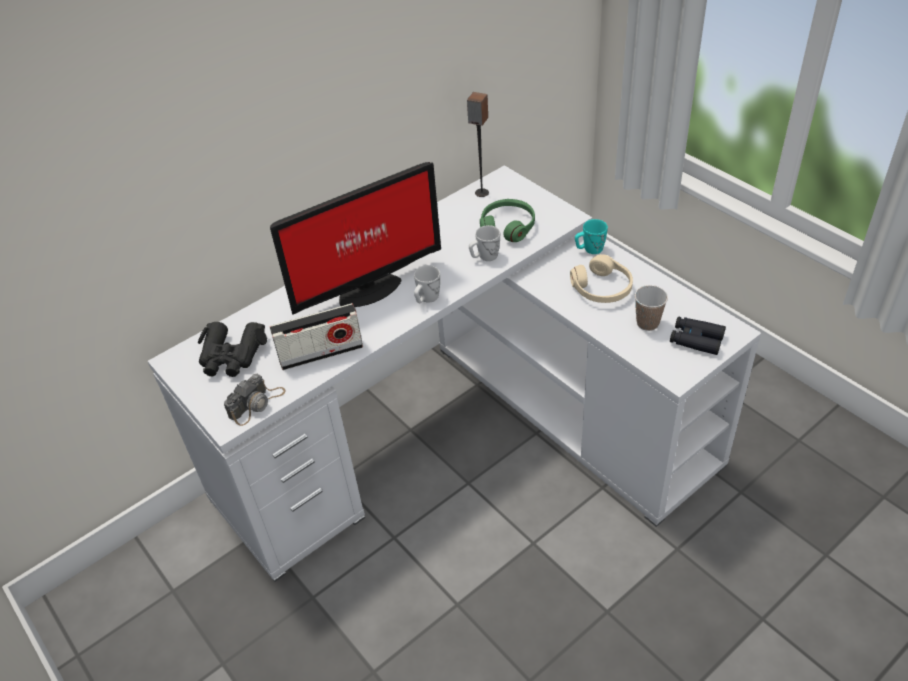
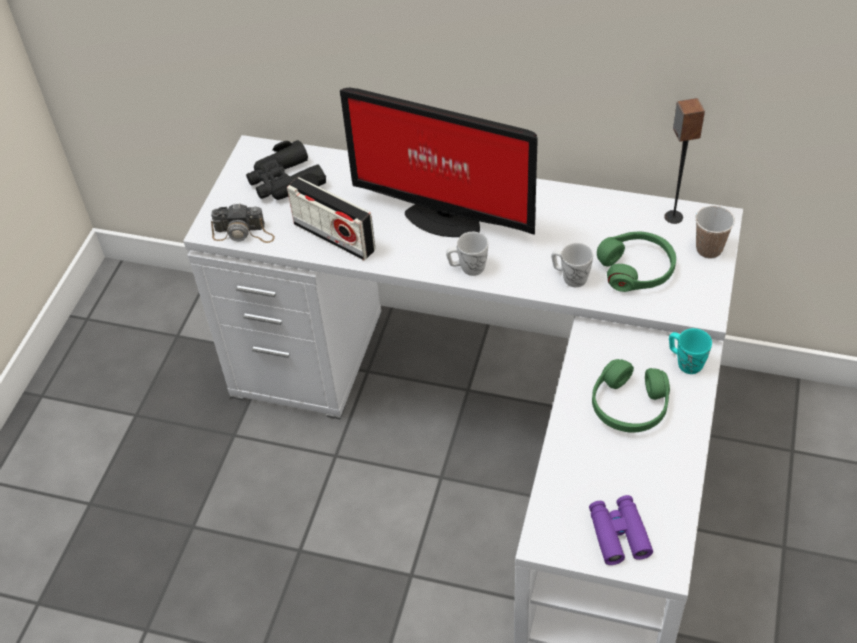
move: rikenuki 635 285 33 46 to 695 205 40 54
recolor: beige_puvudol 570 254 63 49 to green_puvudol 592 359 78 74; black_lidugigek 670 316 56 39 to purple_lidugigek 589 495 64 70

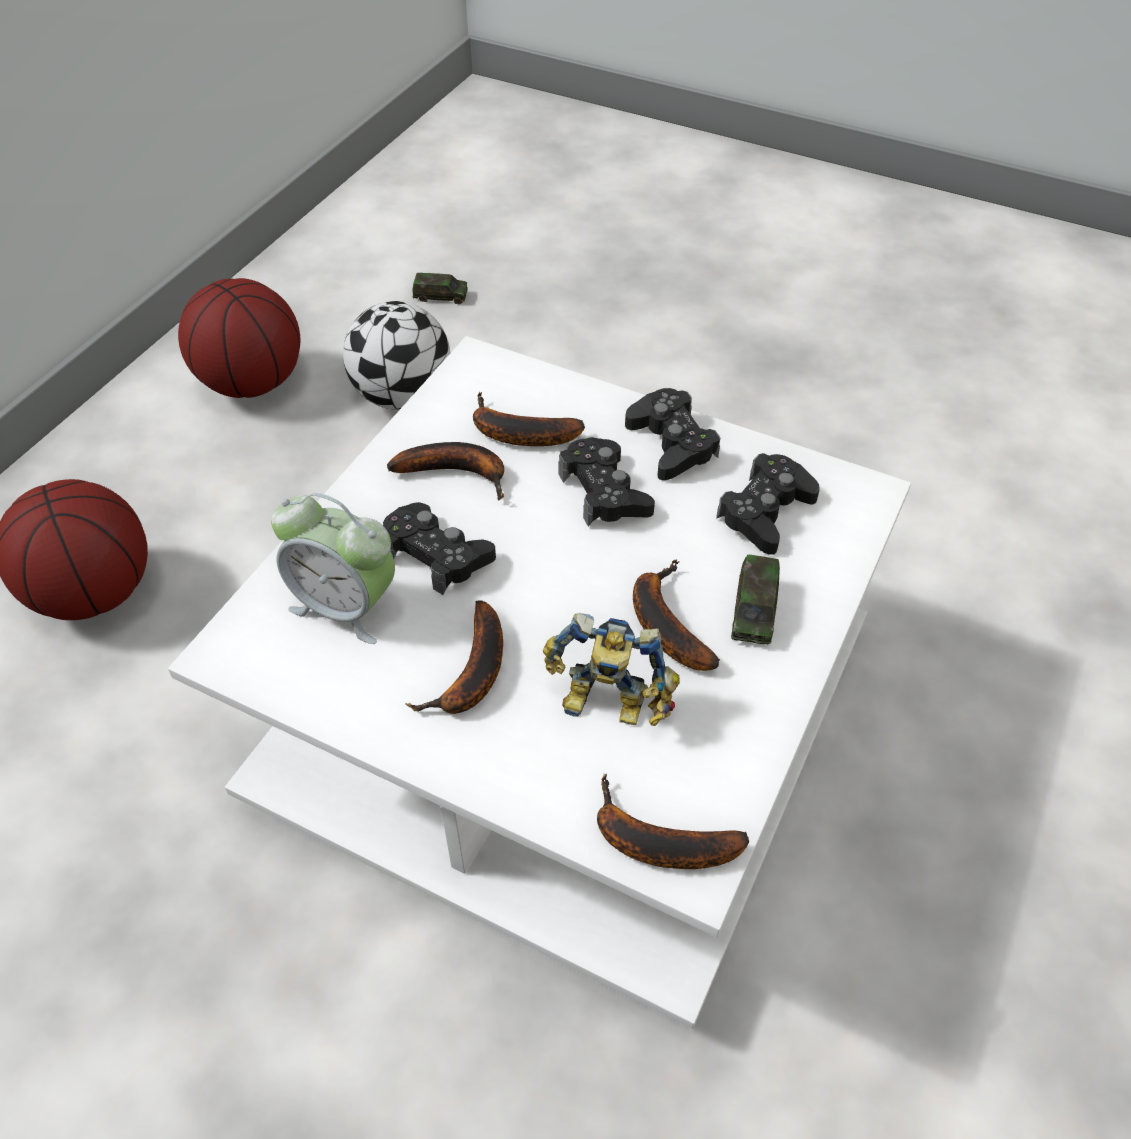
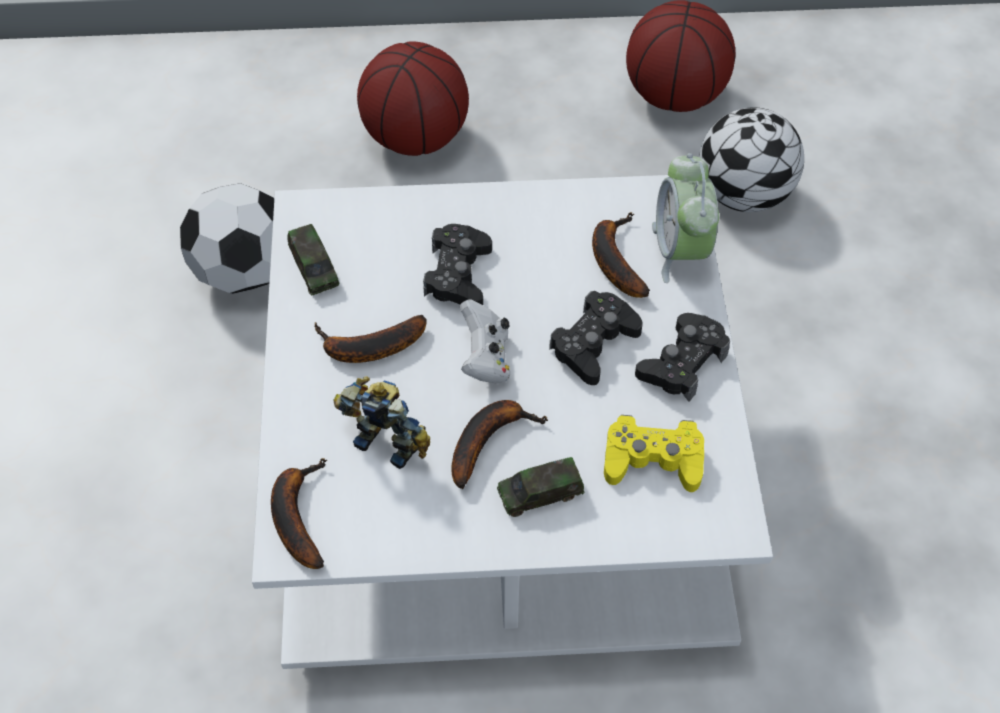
delete: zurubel 387 442 117 58
insert: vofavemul 180 183 94 111; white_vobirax 460 299 50 84
move: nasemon 271 493 124 151 to 652 153 67 130; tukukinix 412 273 56 31 to 287 224 53 71
recolor: black_vobirax 716 453 104 102 to yellow_vobirax 604 415 100 77
rotate: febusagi 543 613 137 113 = 333 376 97 93 135 degrees clockwise

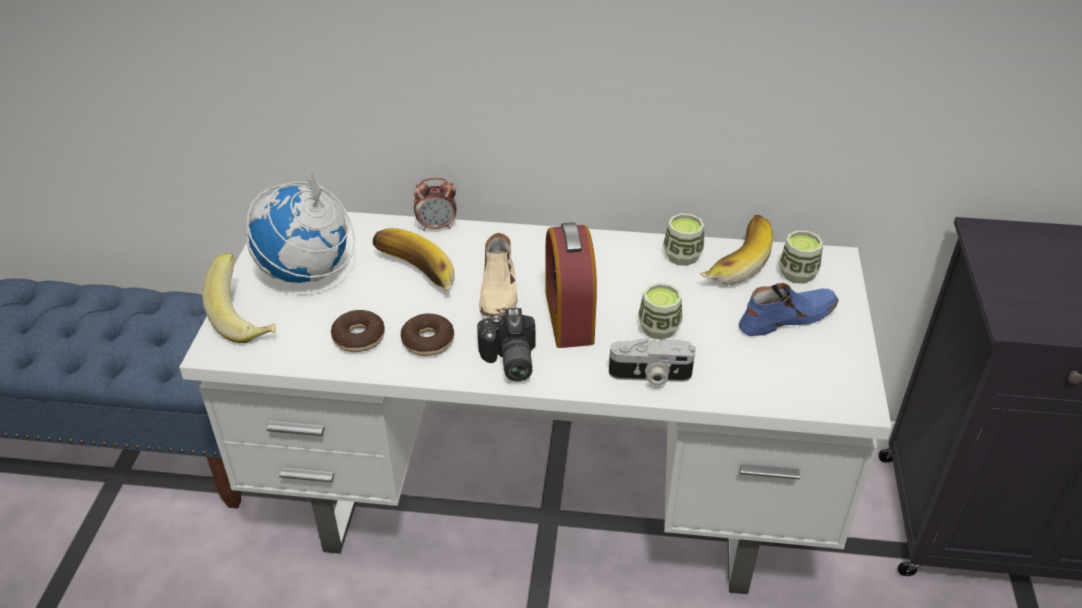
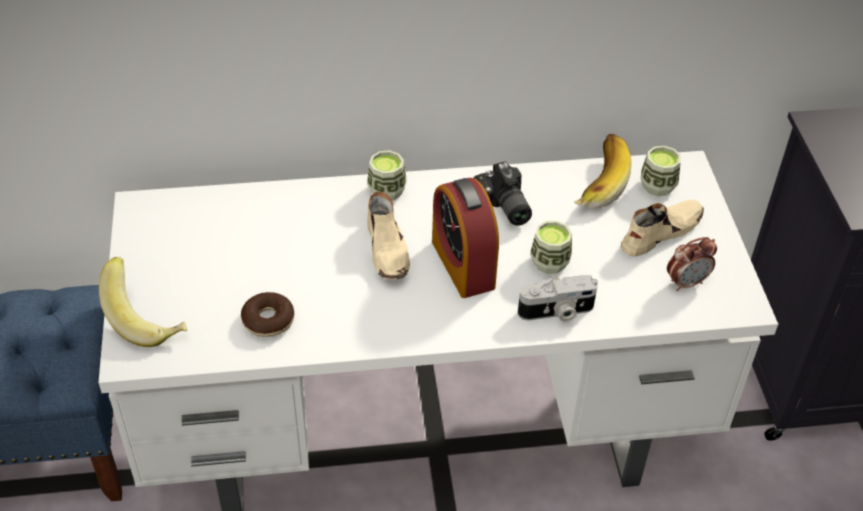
delete: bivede 246 169 109 114; zurubel 373 228 82 63; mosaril 401 314 53 42
move: nasemon 413 178 43 53 to 667 237 50 54; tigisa 477 308 59 74 to 474 161 58 65; rikenuki 663 213 41 53 to 367 150 40 51
recolor: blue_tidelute 739 283 100 53 to beige_tidelute 621 200 83 57

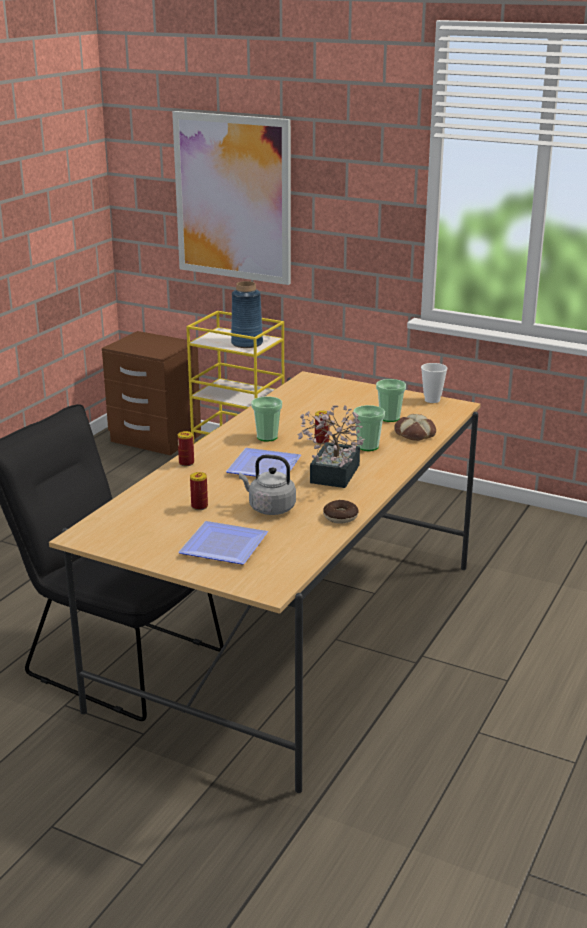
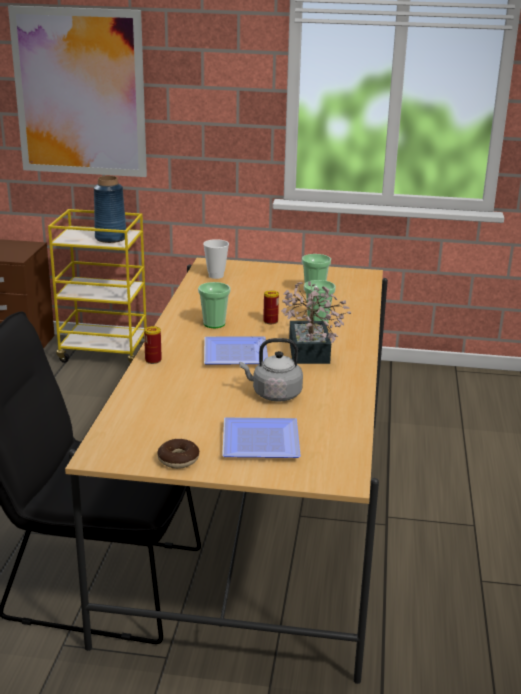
delete: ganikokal 190 472 18 38; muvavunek 394 414 42 27
move: mosaril 323 500 36 24 to 157 439 42 30; rikenuki 421 363 26 40 to 203 239 26 40

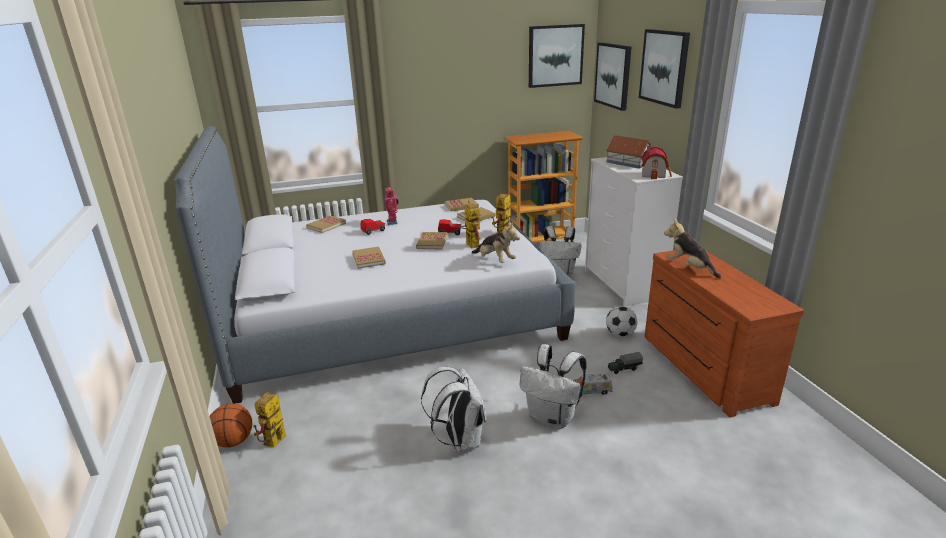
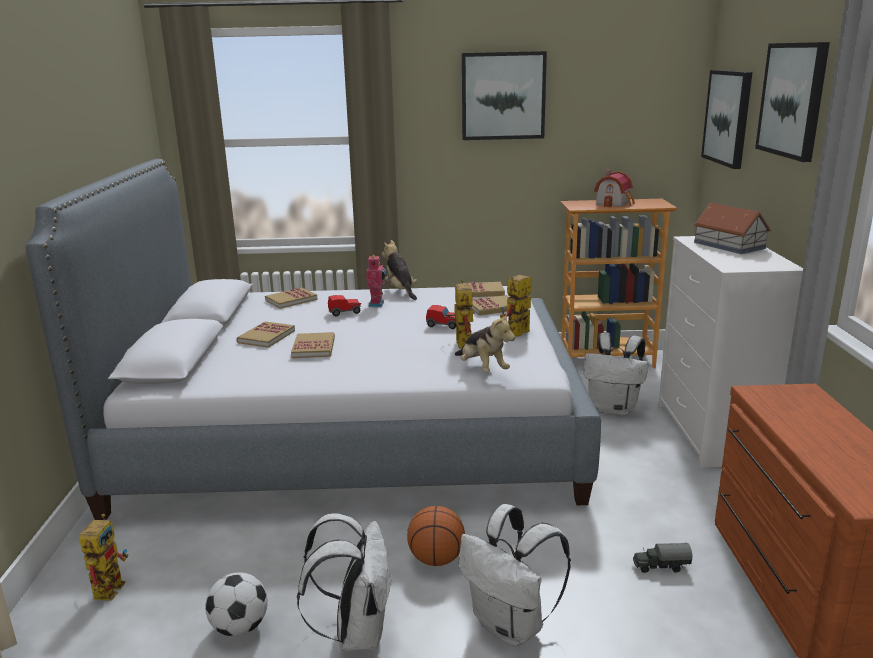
delete: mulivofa 572 373 41 24
move: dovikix 209 404 43 44 to 407 506 58 60; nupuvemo 416 232 32 18 to 237 322 58 26; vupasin 529 24 56 64 to 462 51 85 89; vofavemul 606 306 31 31 to 205 572 63 64; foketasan 641 146 31 33 to 594 170 41 37; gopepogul 664 219 58 59 to 382 240 35 60
rotate: febusagi 253 392 33 56 = 79 514 49 87 150 degrees clockwise

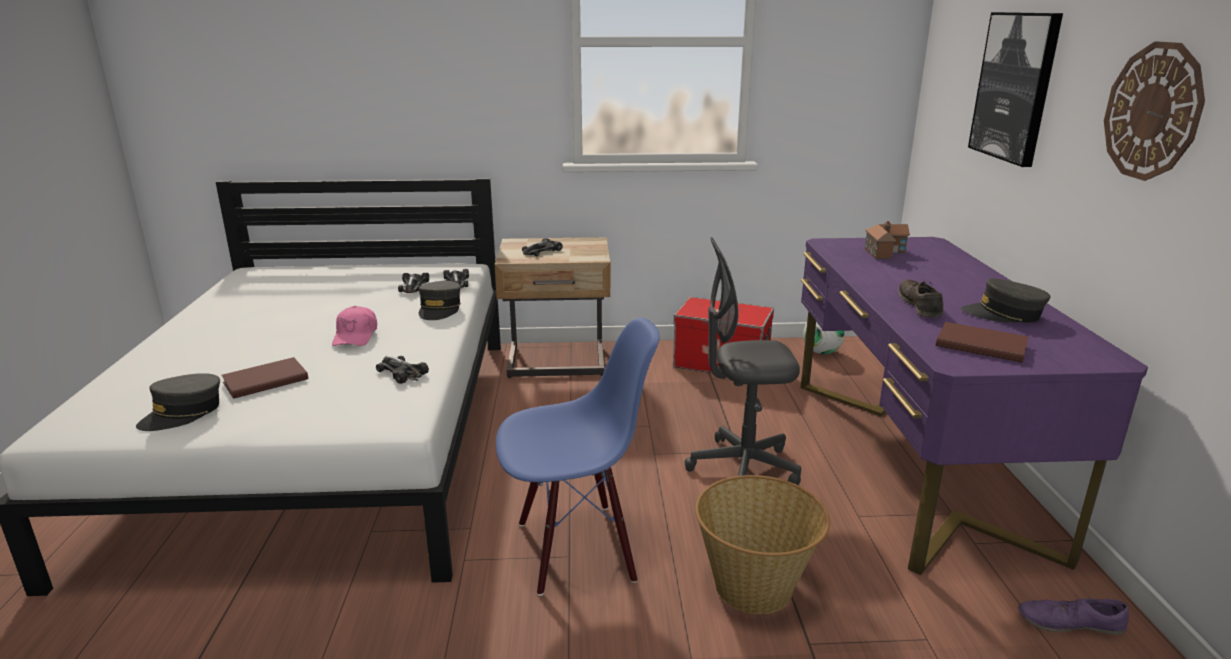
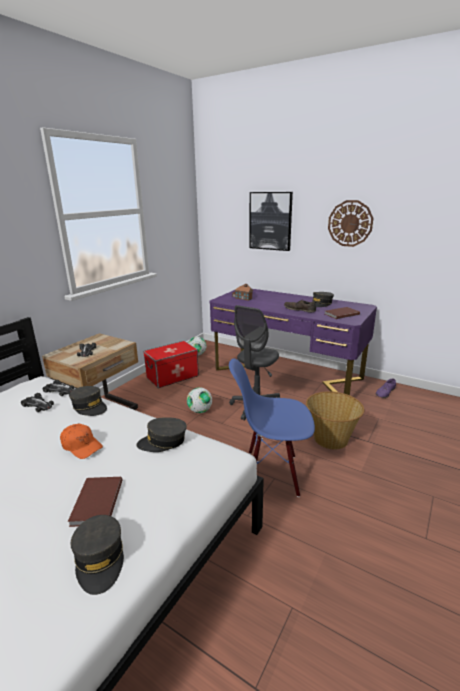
insert: vofavemul 187 387 25 26
replace: tukukinix 376 356 53 28 to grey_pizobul 137 417 50 35
recolor: pink_pizobul 332 306 45 40 to orange_pizobul 60 424 43 35
rotate: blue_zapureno 496 318 164 278 = 229 358 86 139 105 degrees counterclockwise

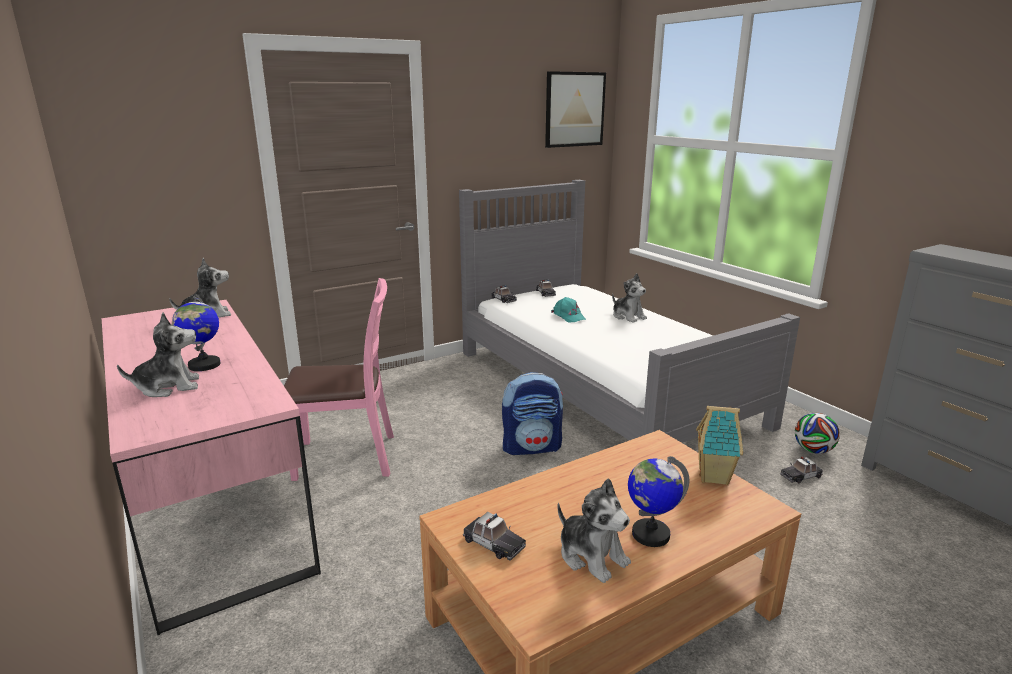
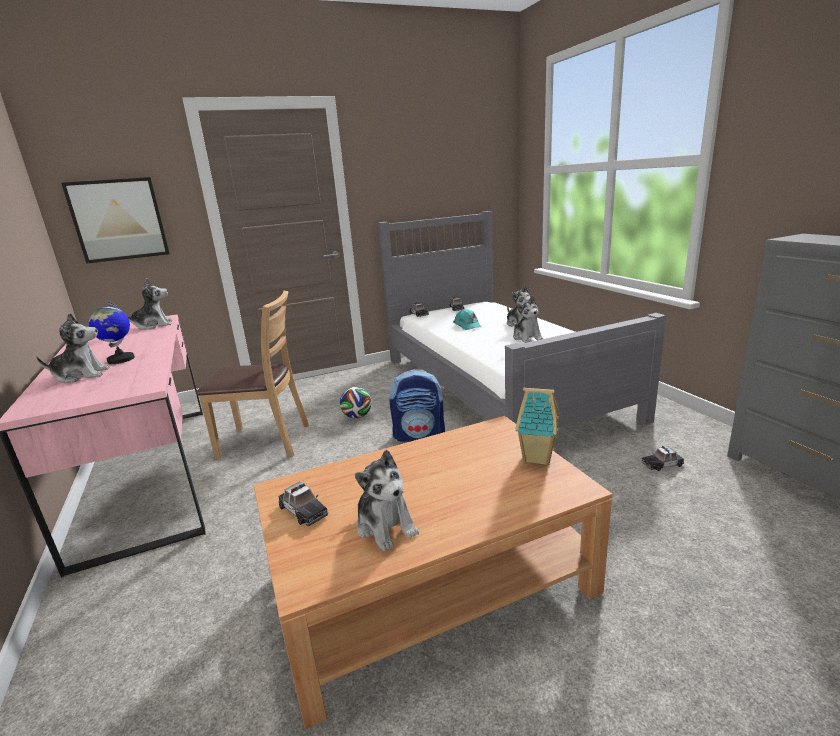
delete: bivede 628 456 61 91
insert: gopepogul 513 295 30 48
move: vupasin 545 71 61 77 to 61 177 109 87; vofavemul 795 413 45 41 to 340 387 31 31
recolor: pink_zapureno 284 278 110 203 to brown_zapureno 196 291 113 168

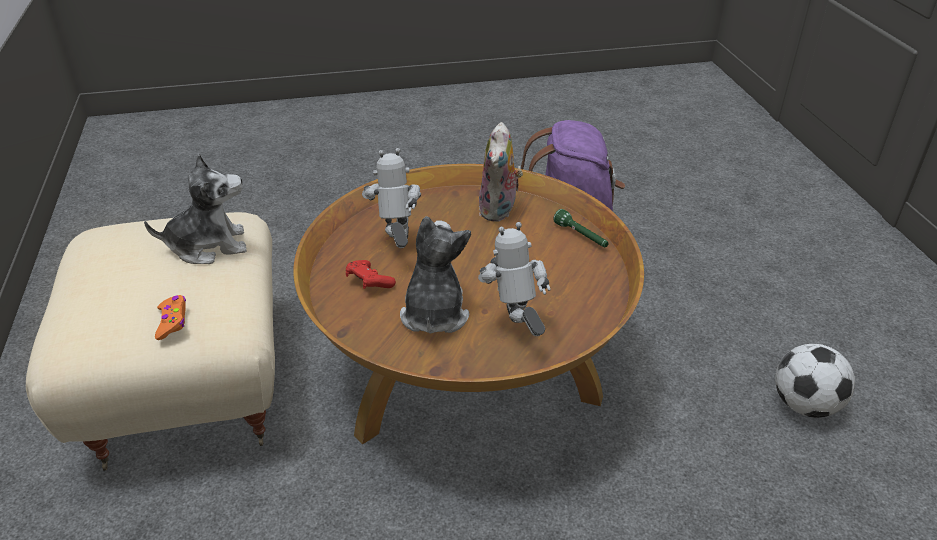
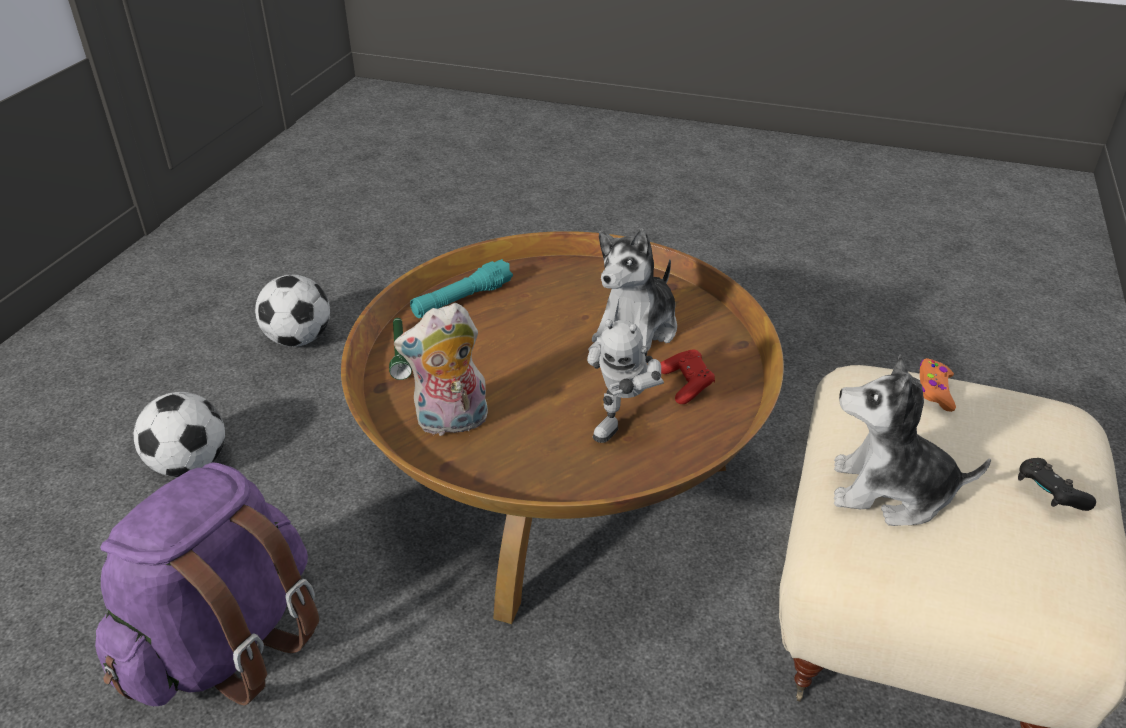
delete: febusagi 478 222 73 114
insert: vofavemul 134 392 91 85; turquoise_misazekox 410 259 103 59; black_vobirax 1018 458 78 53
rotate: gopepogul 479 122 44 100 = 394 303 94 133 150 degrees counterclockwise

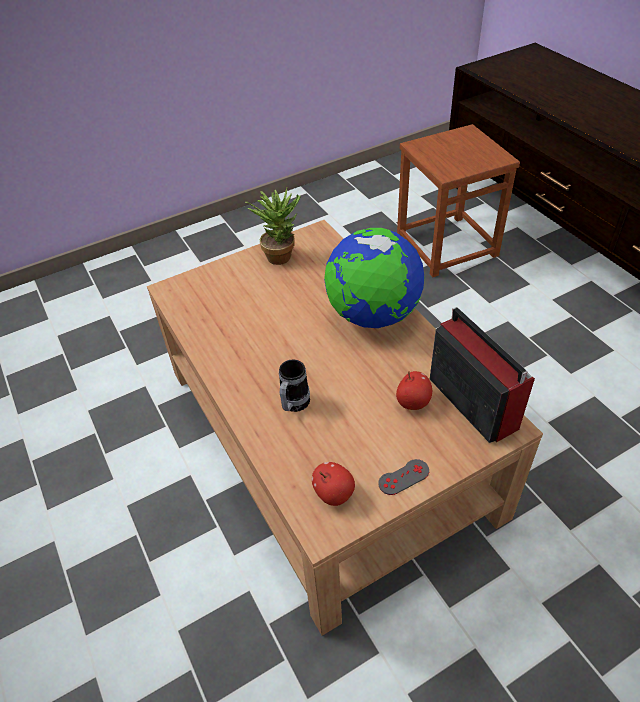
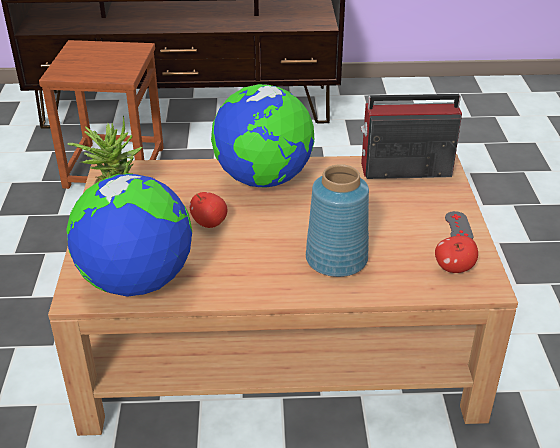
insert: bivede 66 173 126 124
move: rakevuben 396 371 36 39 to 190 192 37 36
replace: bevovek 279 359 31 53 to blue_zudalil 306 164 63 113

